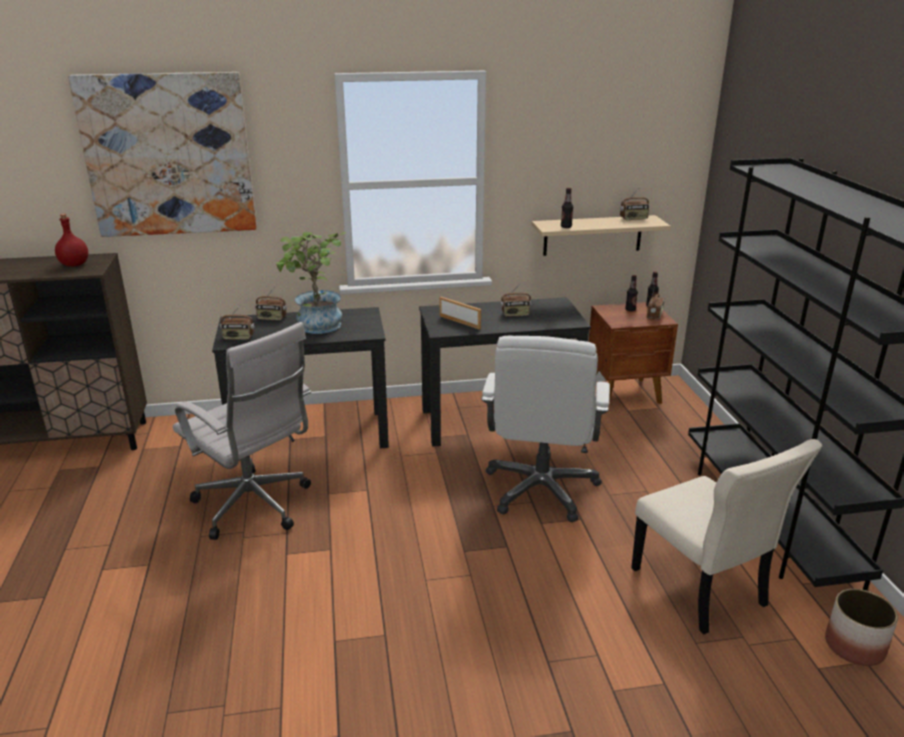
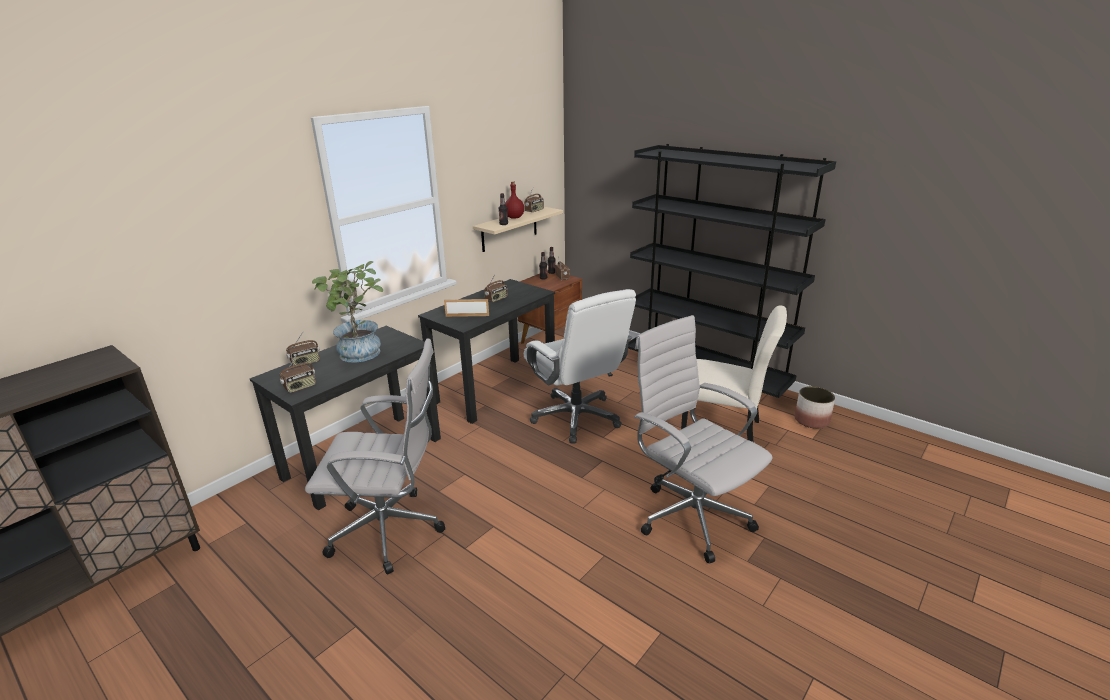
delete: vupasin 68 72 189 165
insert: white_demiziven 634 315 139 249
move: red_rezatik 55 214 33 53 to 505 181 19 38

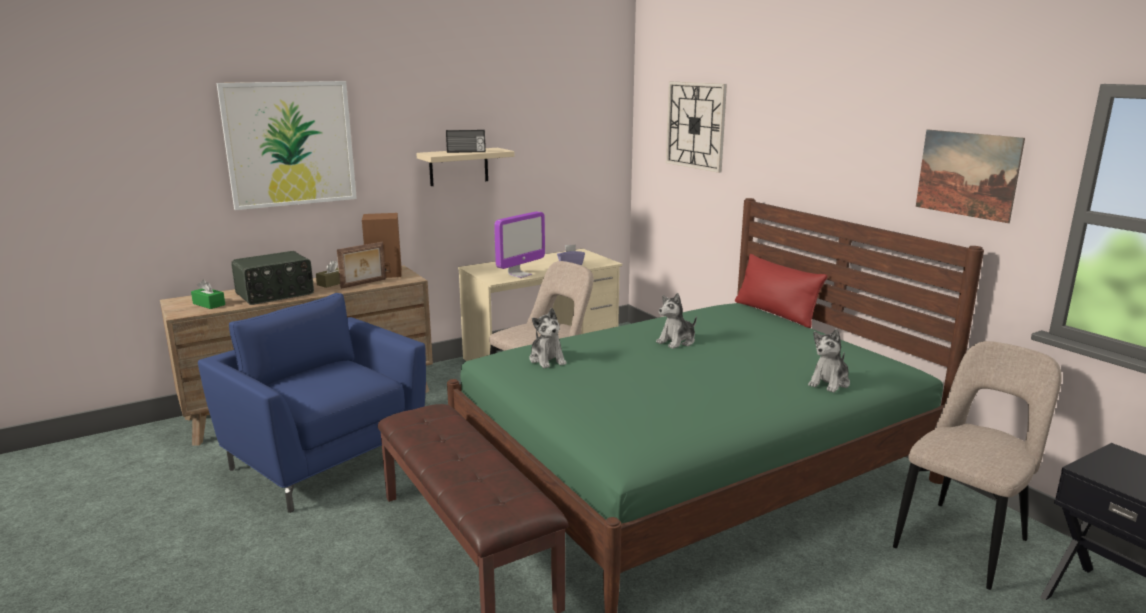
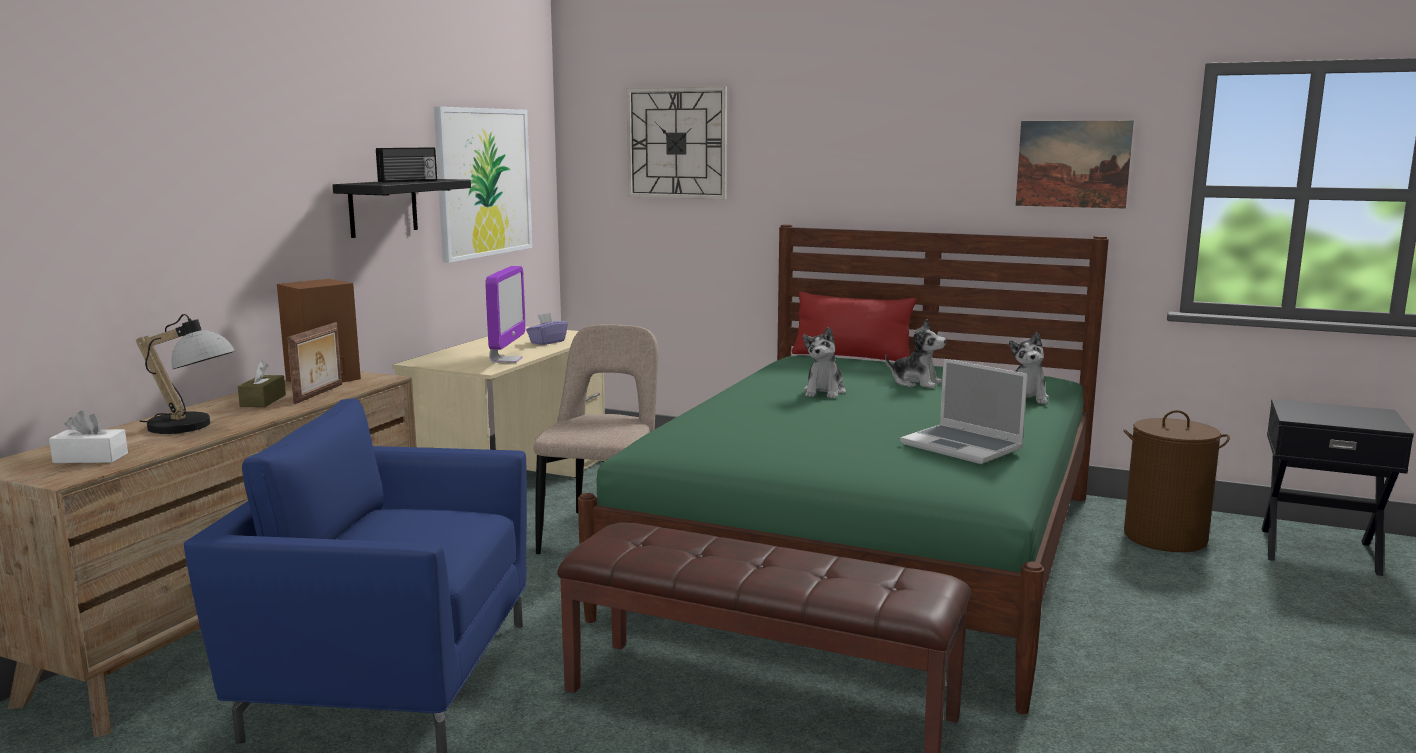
insert: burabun 900 359 128 105
move: vupasin 217 81 140 129 to 434 107 98 156; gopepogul 529 308 37 60 to 885 319 61 70
replace: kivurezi 231 251 83 54 to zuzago 136 314 99 120; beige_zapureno 893 341 169 249 to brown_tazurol 1123 410 107 142
recolor: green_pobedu 191 280 34 29 to white_pobedu 49 410 79 53; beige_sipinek 416 148 98 38 to black_sipinek 333 179 138 59

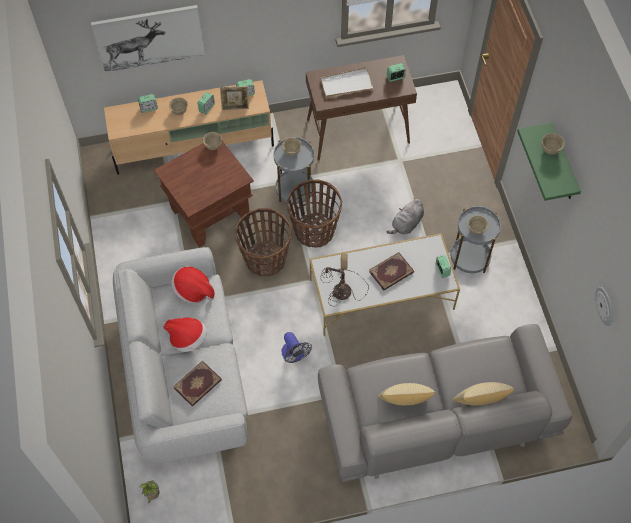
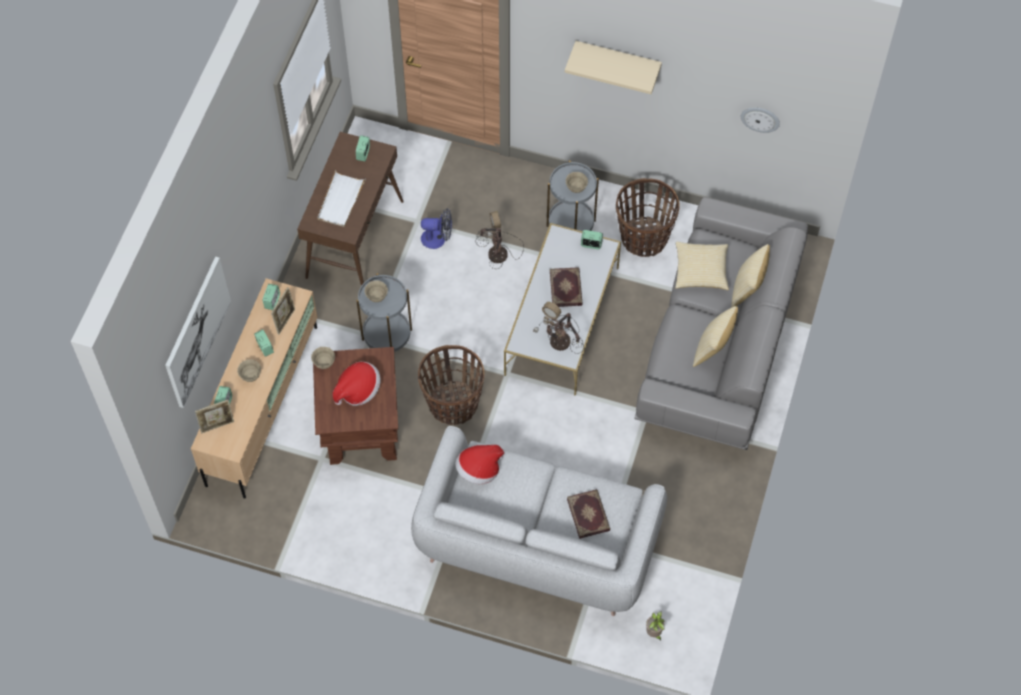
delete: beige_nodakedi 542 133 23 22
insert: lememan 195 400 39 33; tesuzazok 675 242 54 48
move: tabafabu 163 318 44 34 to 333 362 48 44; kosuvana 282 332 30 31 to 421 208 31 41; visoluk 287 180 55 67 to 616 178 64 79
replace: grey_gopepogul 387 198 37 36 to zuzago 476 211 48 58
recolor: green_sipinek 517 122 64 79 to beige_sipinek 565 41 97 53

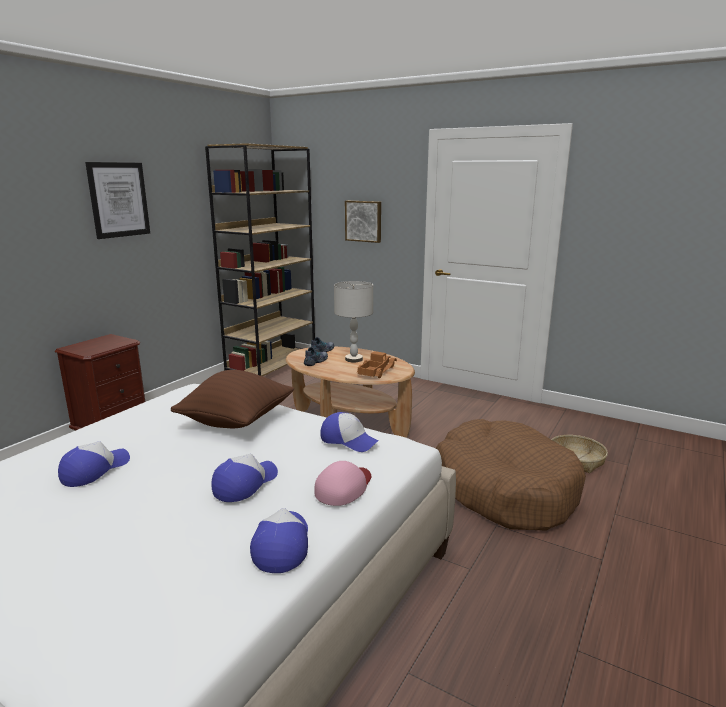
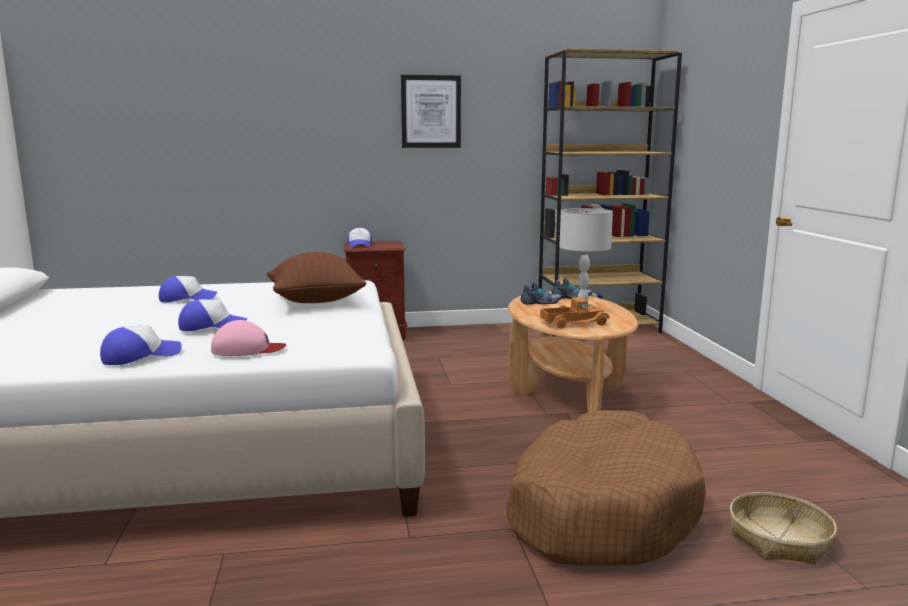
delete: vupasin 345 201 36 42
move: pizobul 320 412 59 40 to 347 228 25 19

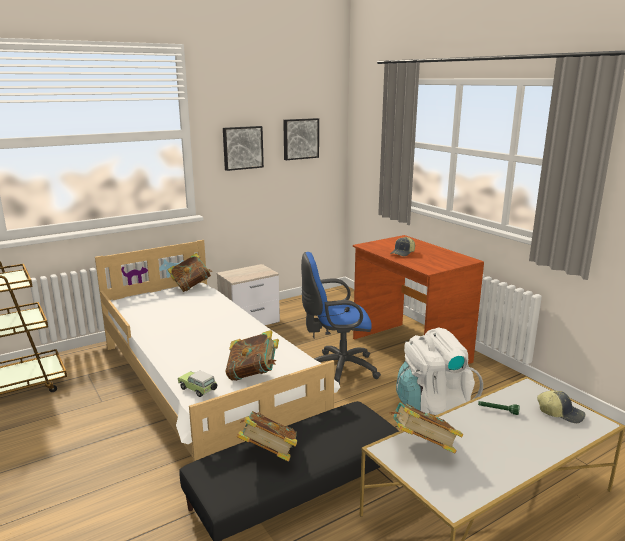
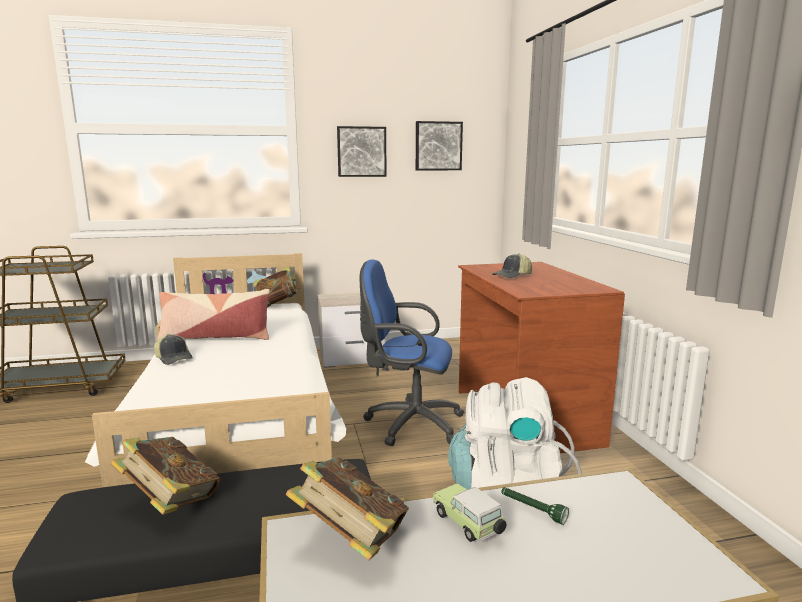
delete: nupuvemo 225 330 54 51
insert: tesuzazok 158 289 112 51
move: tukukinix 178 370 39 27 to 433 484 74 58; pizobul 537 390 49 33 to 154 334 39 31

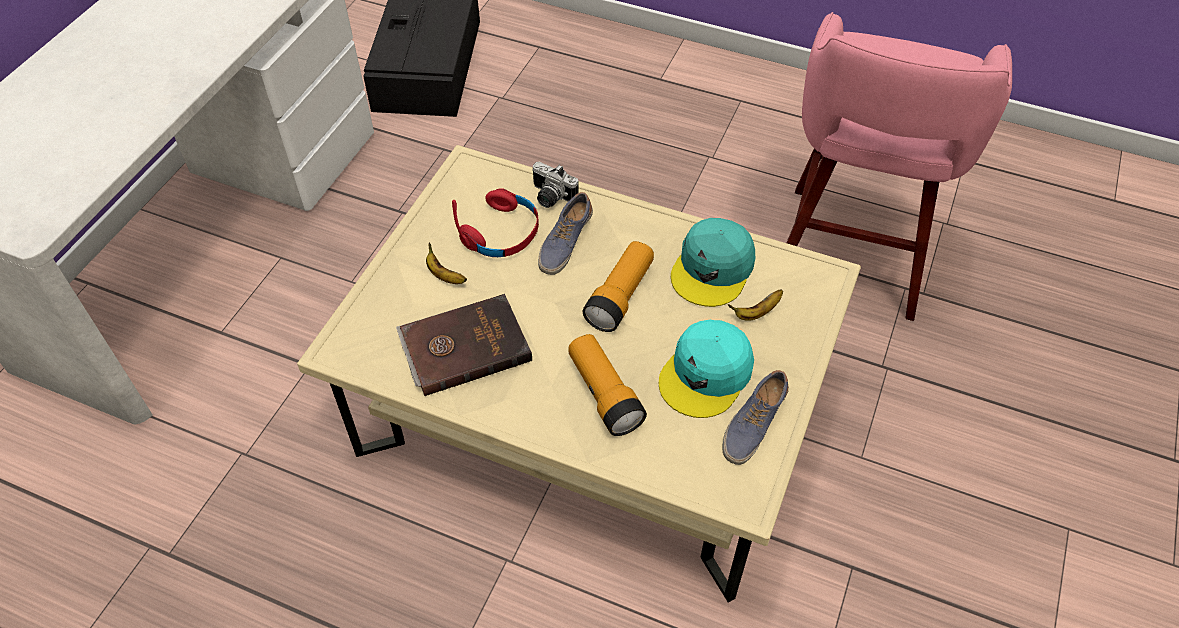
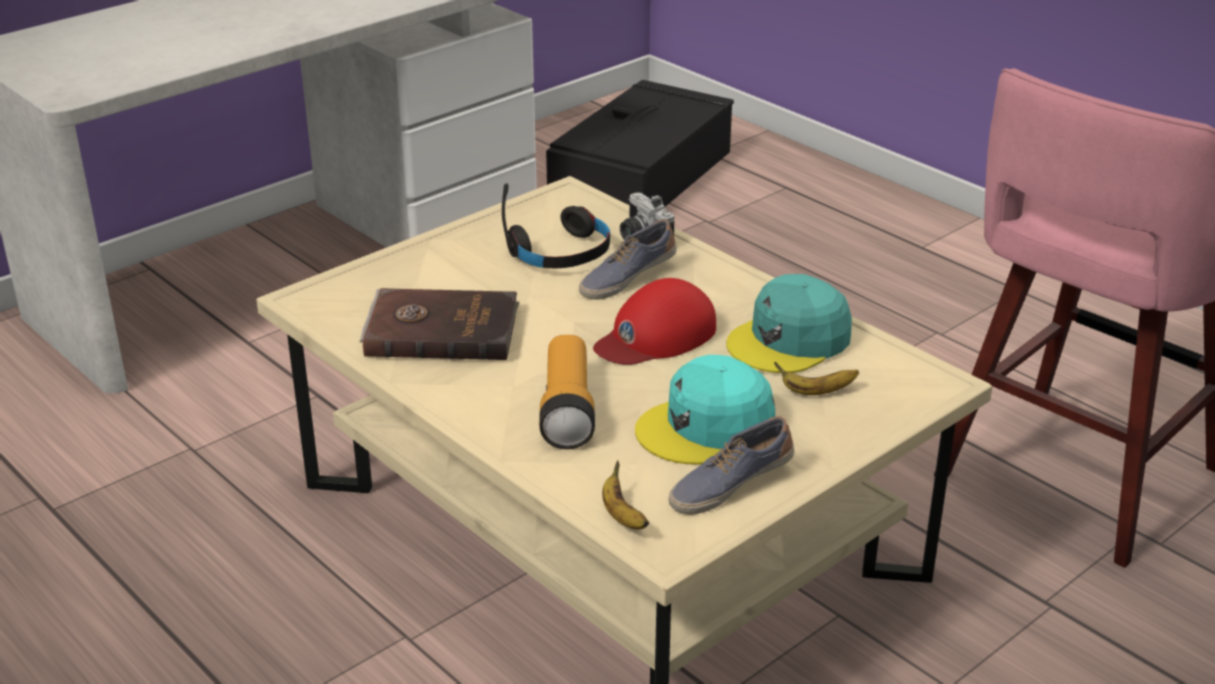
move: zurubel 426 243 41 41 to 602 461 47 68
replace: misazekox 583 241 71 91 to red_pizobul 593 278 123 87
recolor: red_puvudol 452 188 87 69 to black_puvudol 502 183 108 85

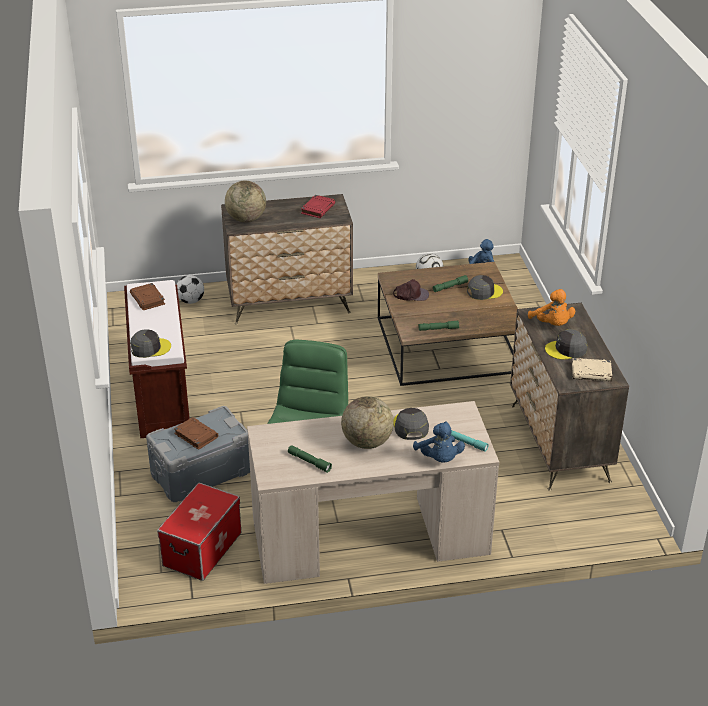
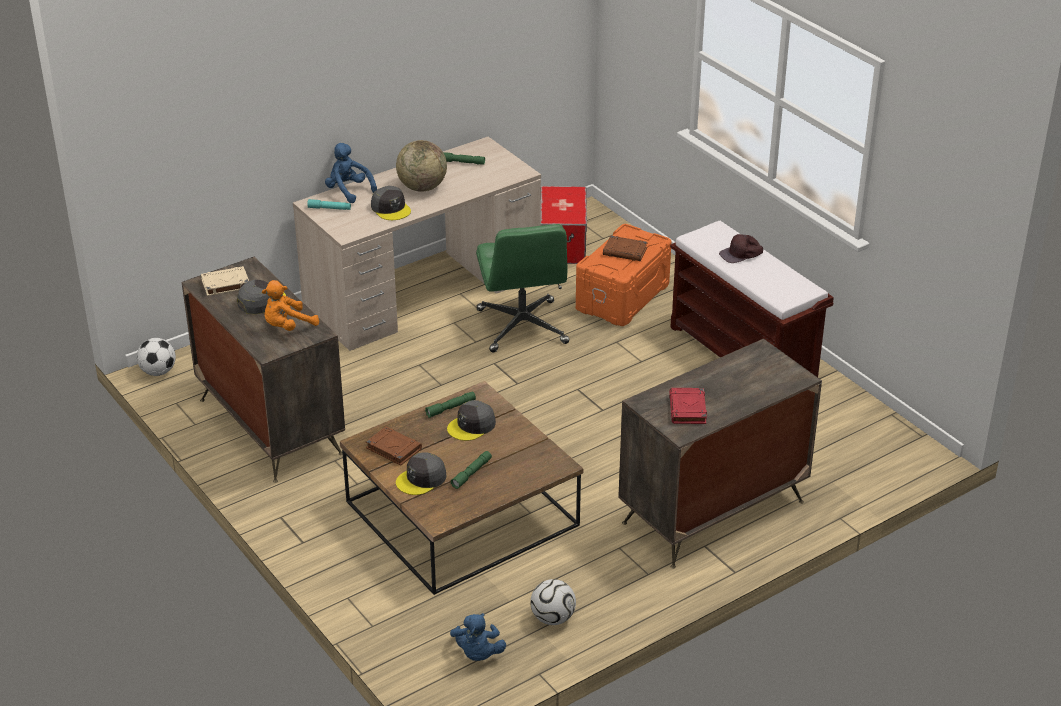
delete: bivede 225 181 41 41
move: brown_nupuvemo 130 283 35 27 to 366 426 56 40; grey_pizobul 130 329 41 29 to 447 400 49 41; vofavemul 176 275 28 29 to 137 338 39 38; brown_pizobul 393 279 36 22 to 719 234 44 29
recolor: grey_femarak 146 406 104 96 to orange_femarak 576 224 96 102
rotate: orange_gopepogul 528 289 47 37 = 262 280 57 51 75 degrees counterclockwise

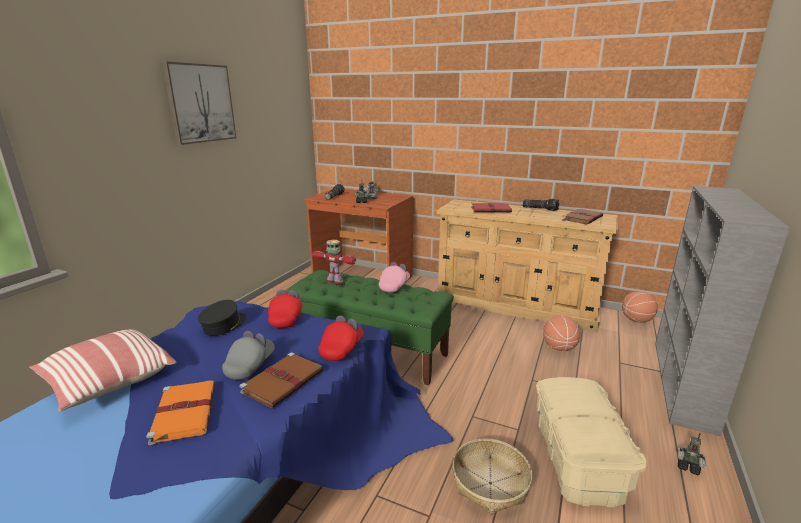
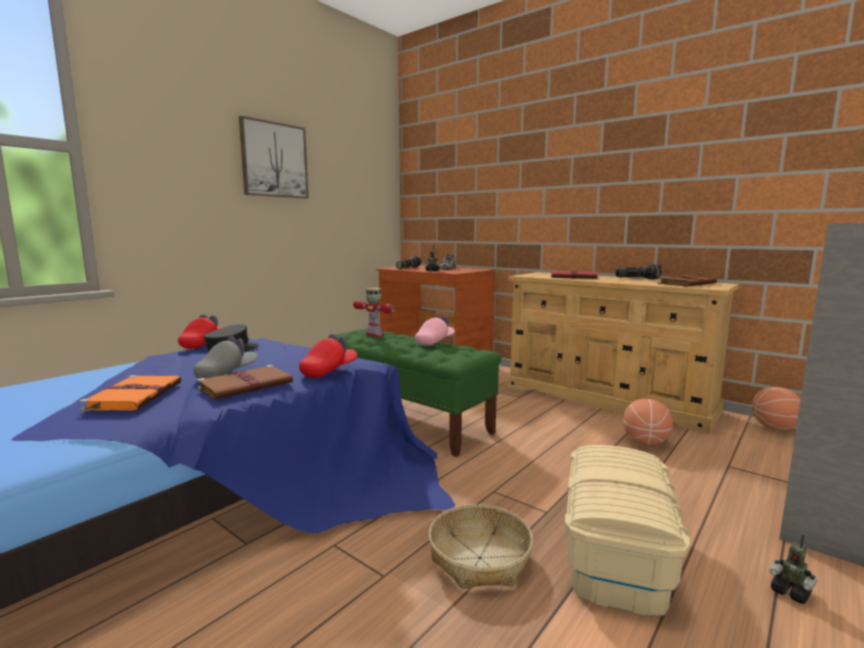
delete: tesuzazok 29 329 147 82
move: red_pizobul 268 290 35 38 to 178 314 45 35

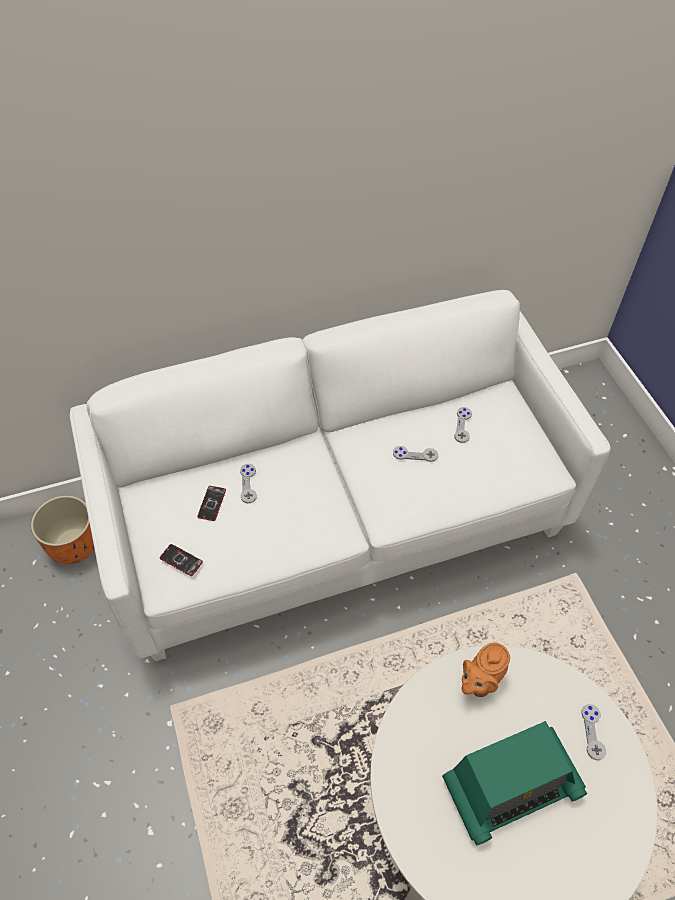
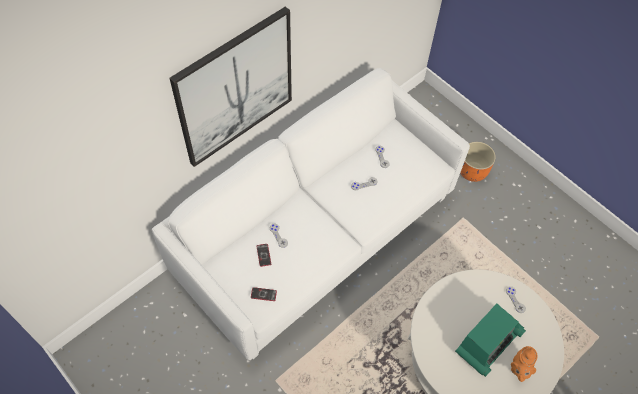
insert: vupasin 170 6 122 161
move: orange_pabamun 31 495 64 69 to 460 141 36 41; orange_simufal 461 643 49 54 to 511 346 26 36

